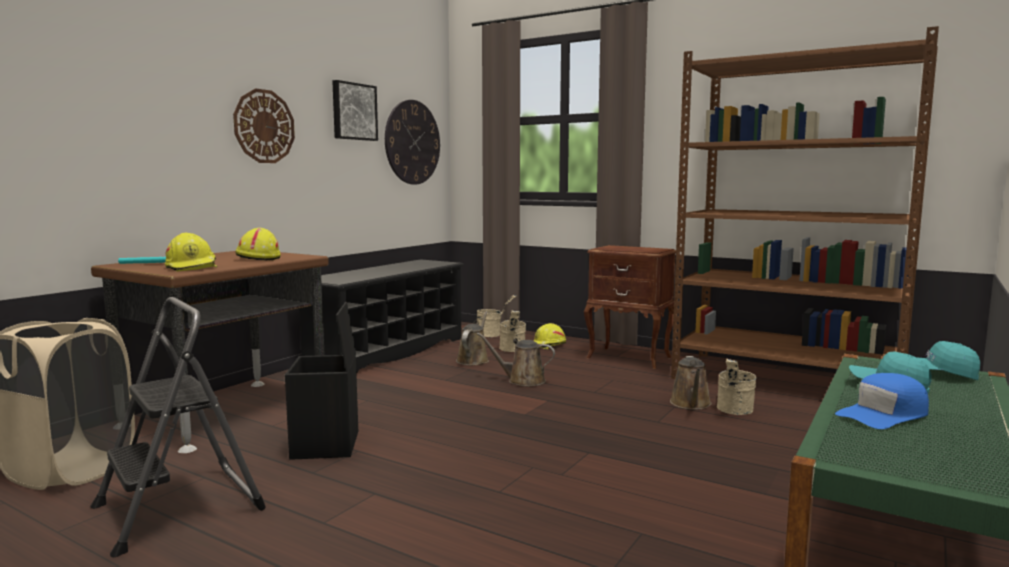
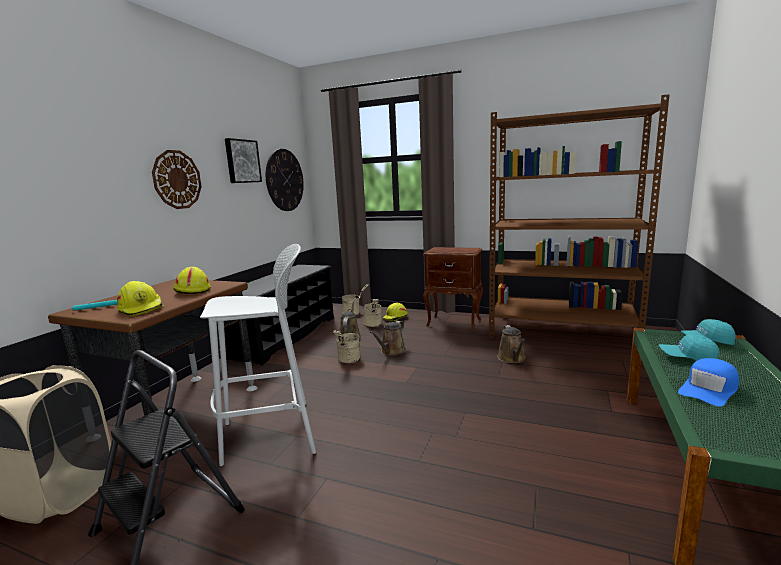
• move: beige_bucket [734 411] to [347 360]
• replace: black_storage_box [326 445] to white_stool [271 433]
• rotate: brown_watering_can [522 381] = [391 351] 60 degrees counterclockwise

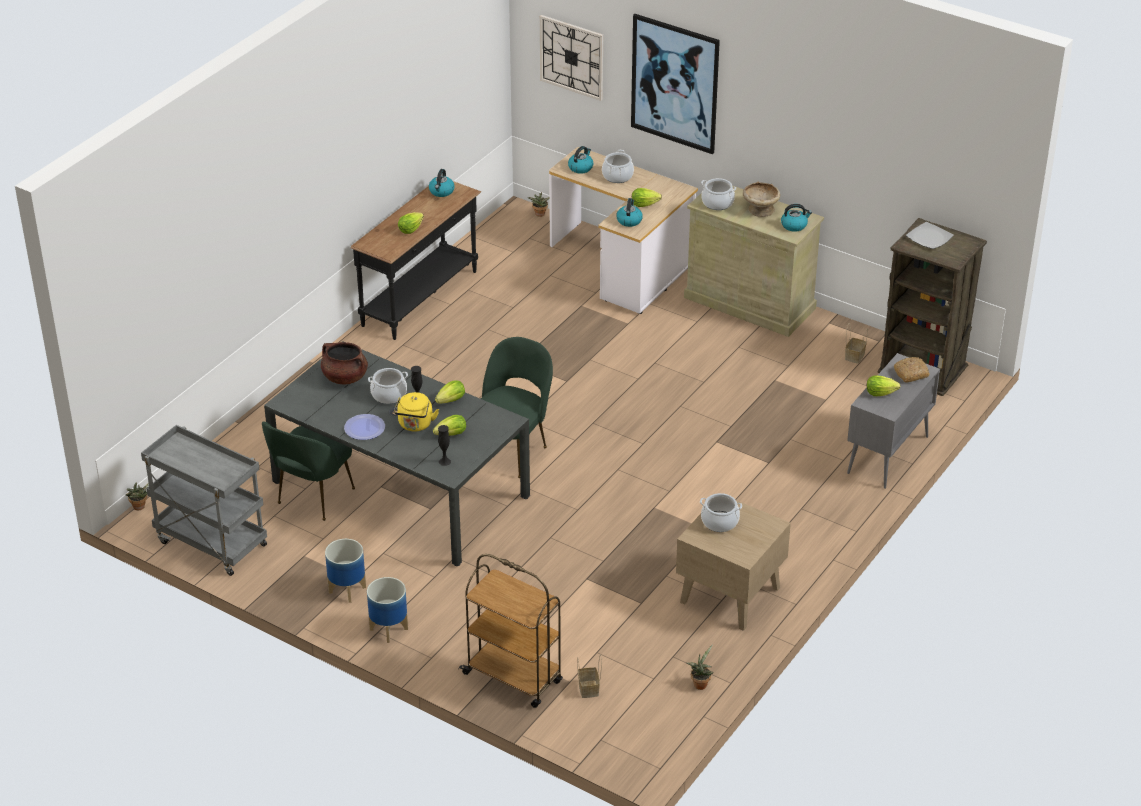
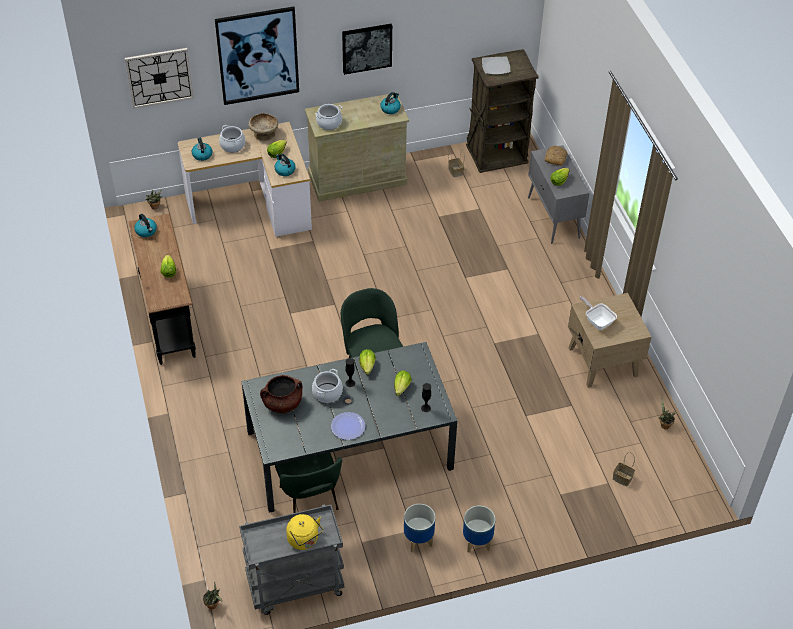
• delete: brown_cart [513 679]
• insert: picture [366 48]
• move: yellow_kettle [415 425] to [304 540]
• move: beige_bowl [760 210] to [264 134]
• replace: cooking_pot [719 521] to frying_pan [597 321]

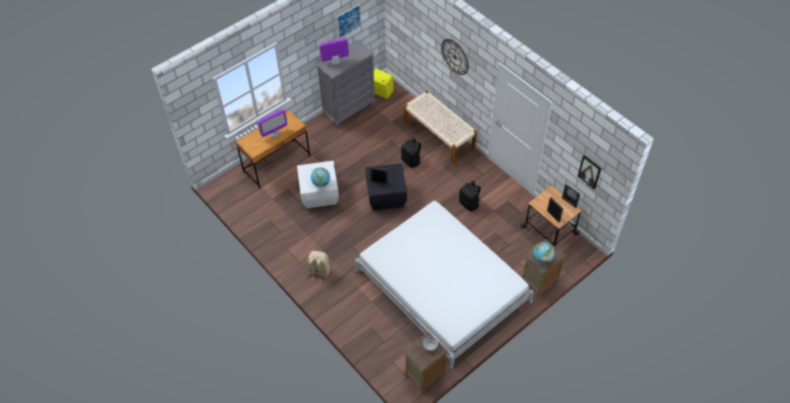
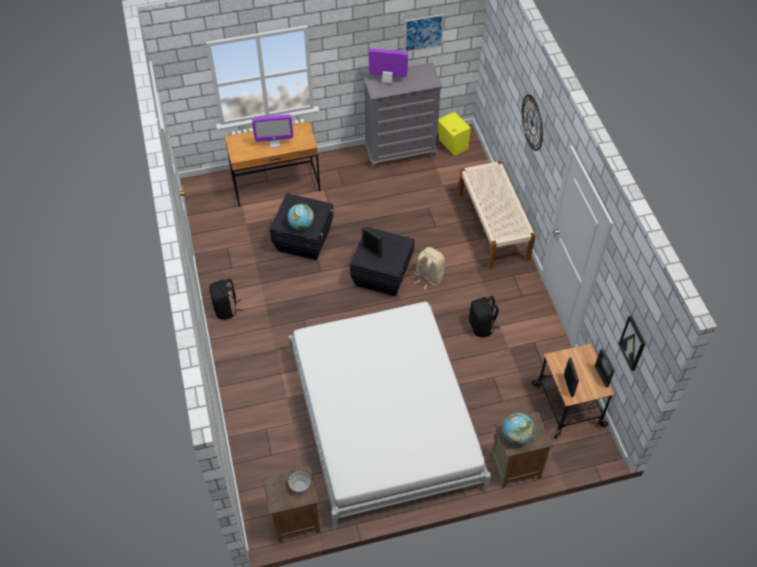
• move: beige_backpack [318 272] to [428 277]
• move: black_backpack [411 161] to [226 309]
• recolor: white_storage_box [320 194] to black_storage_box [304 240]

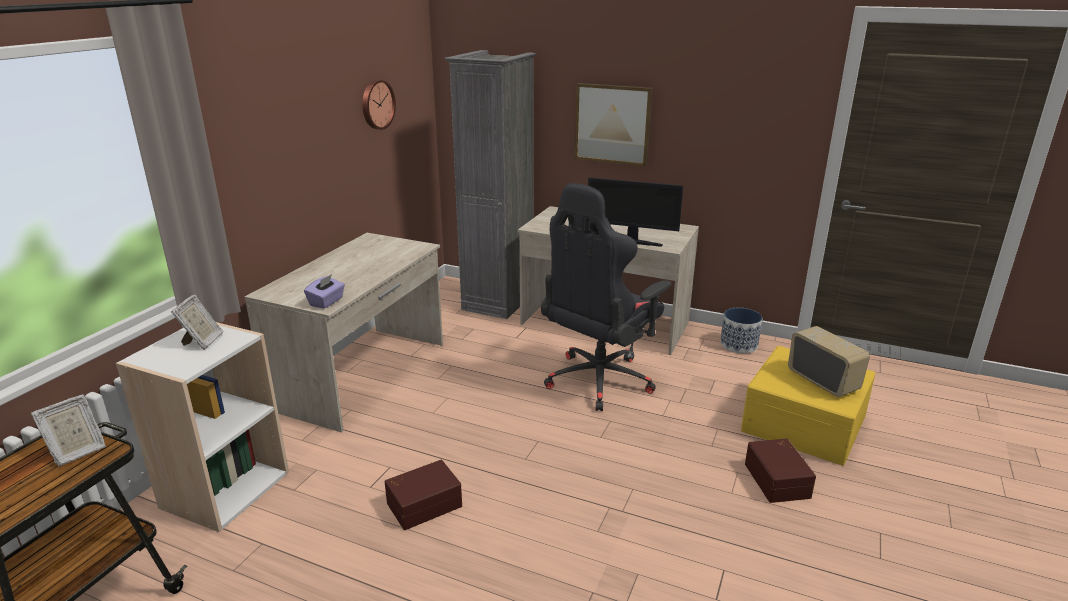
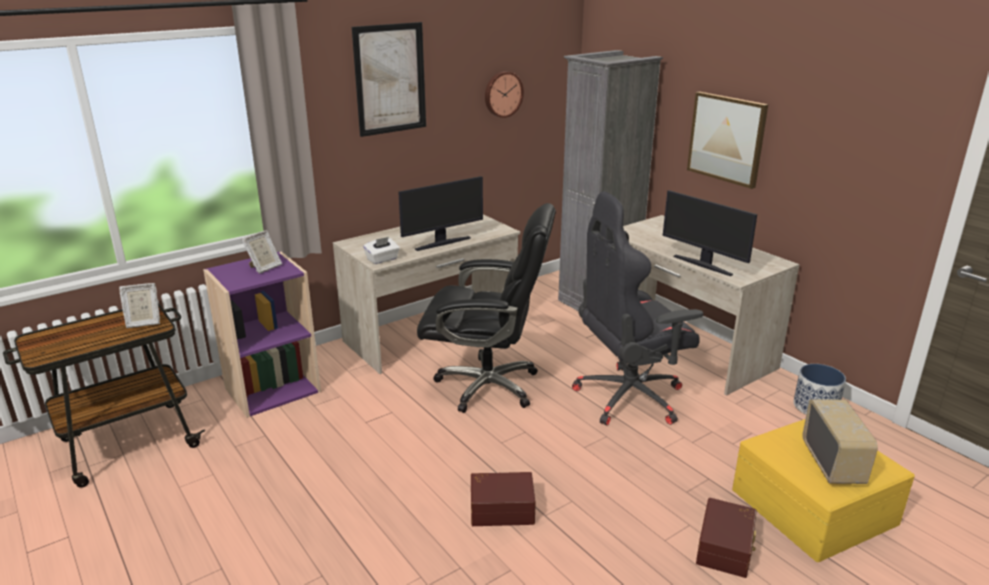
• insert: picture [390 79]
• insert: monitor [442 243]
• insert: black_office_chair [485 385]
• move: brown_storage_box [423 504] to [501 508]
• recolor: white_bookcase [226 488] to purple_bookcase [273 389]
• recolor: purple_tissue_box [327 302] to white_tissue_box [382 259]

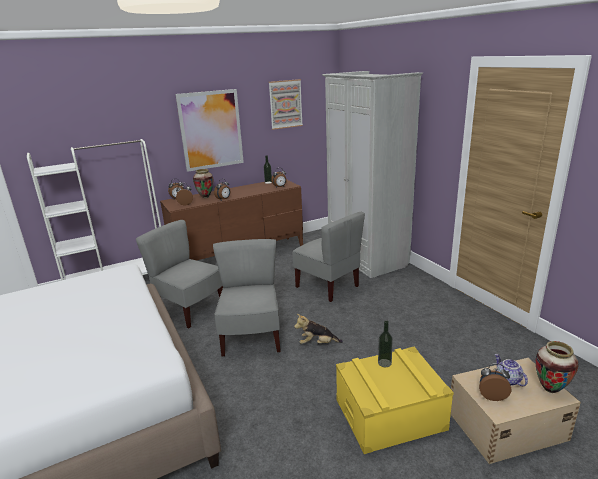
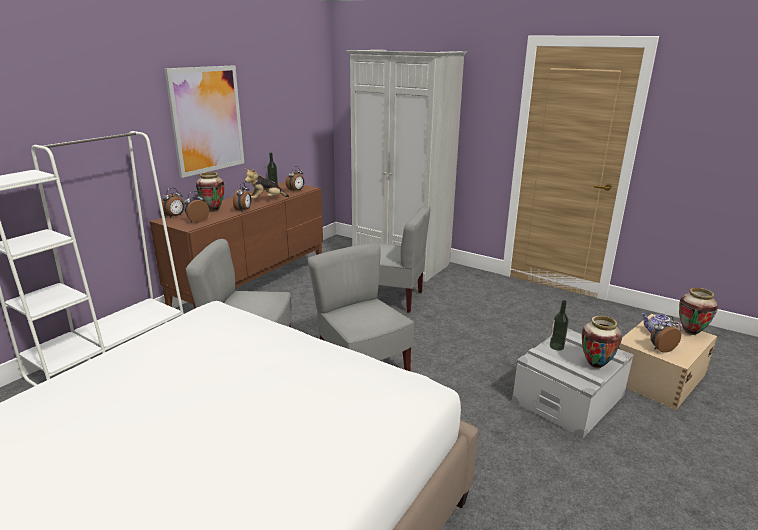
• delete: picture [285 104]
• insert: vase [595 365]
• move: plush_toy [317 343] to [266 200]
• recolor: yellow_storage_box [390 414] to grey_storage_box [568 398]

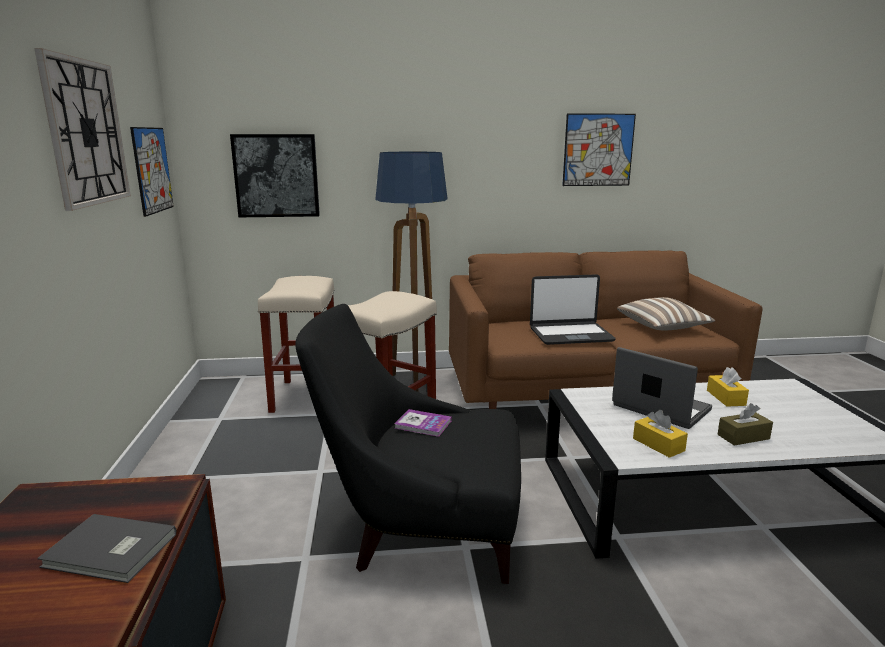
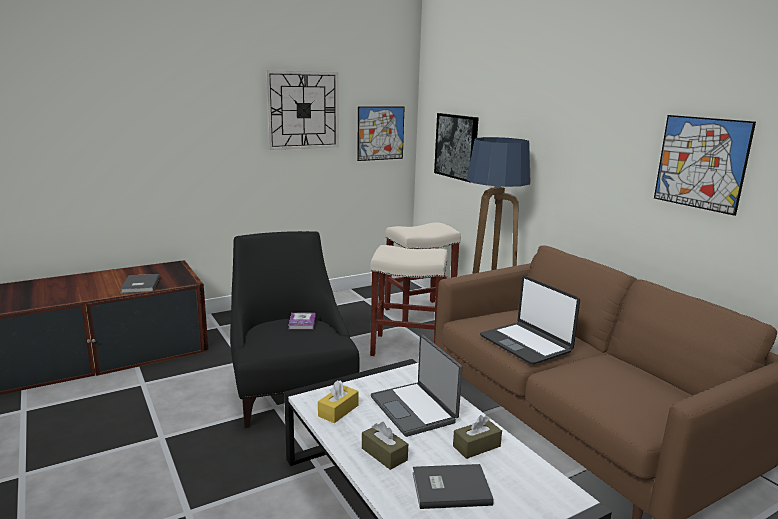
• delete: pillow [663 327]
• insert: grey_book [449 487]
• recolor: yellow_tissue_box [725 398] to brown_tissue_box [476 446]
• rotate: laptop [660 408] = [414 409] 135 degrees clockwise

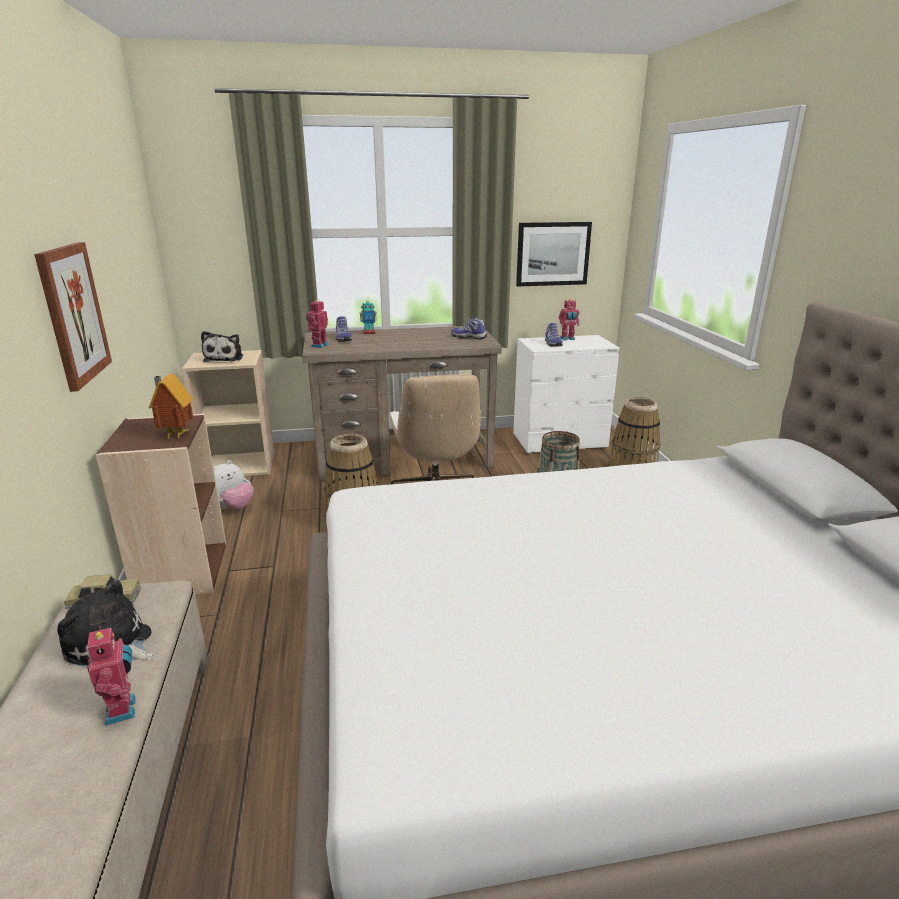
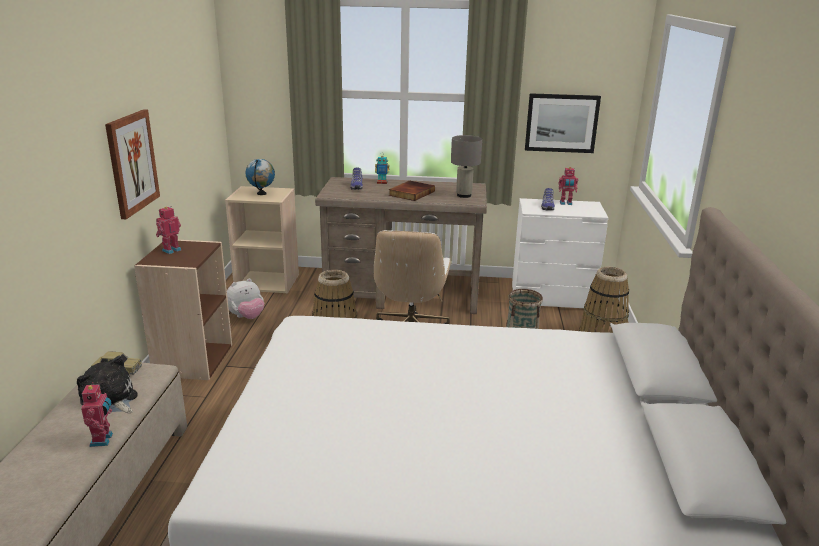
• delete: toy_house [175 435]
• insert: book [411 193]
• move: toy_robot [319 345] to [171 250]
• replace: plush_toy [225 358] to globe [261 194]
• replace: shoe [469 337] to grey_table_lamp [464 195]

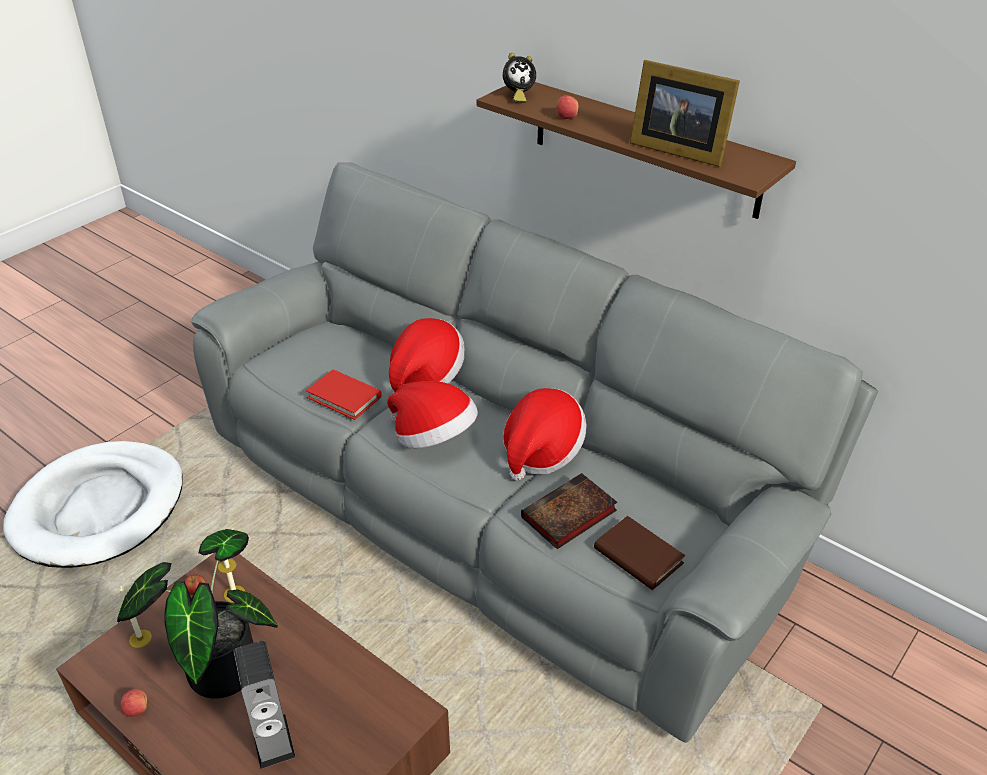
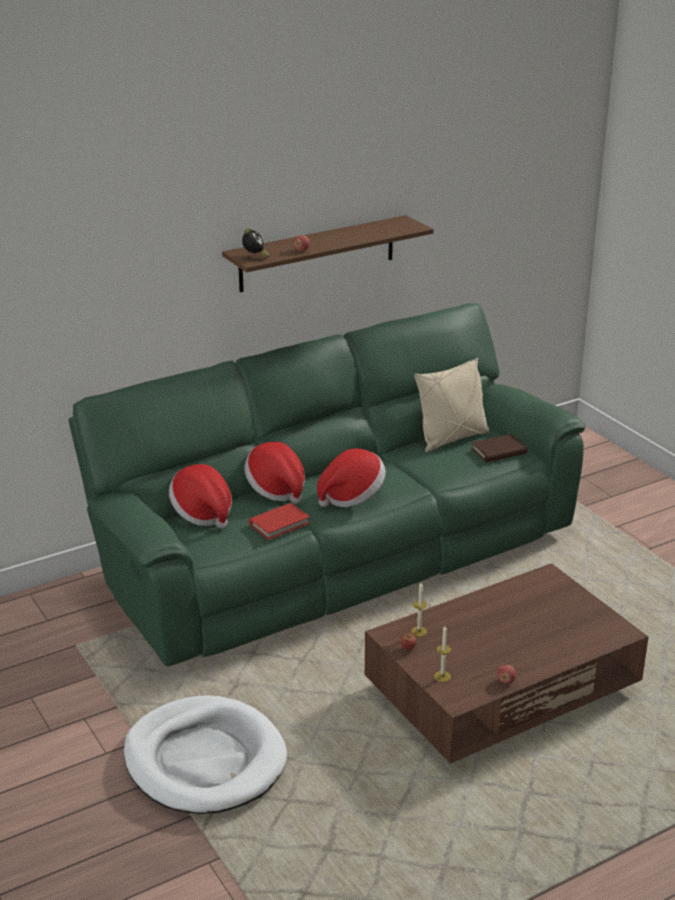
• delete: potted_plant [217 665]
• delete: speaker [273 740]
• delete: book [568 516]
• delete: picture_frame [676 149]
• insert: beige_pillow [452 438]
• move: hat [541 451] to [202 513]
• recolor: grey_sofa [495 509] to green_sofa [338 556]

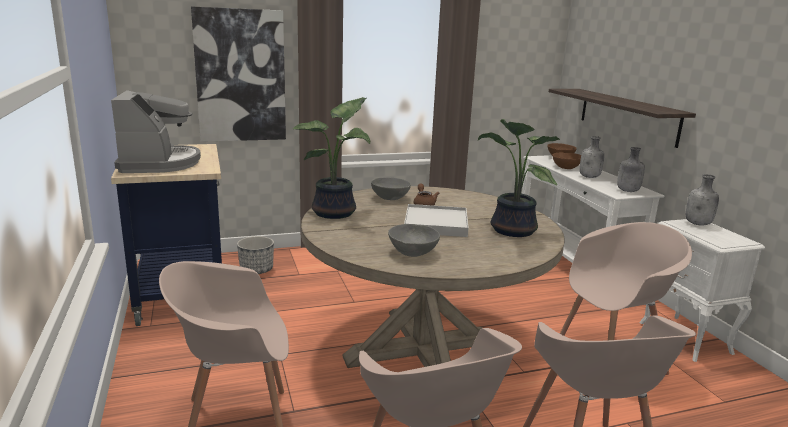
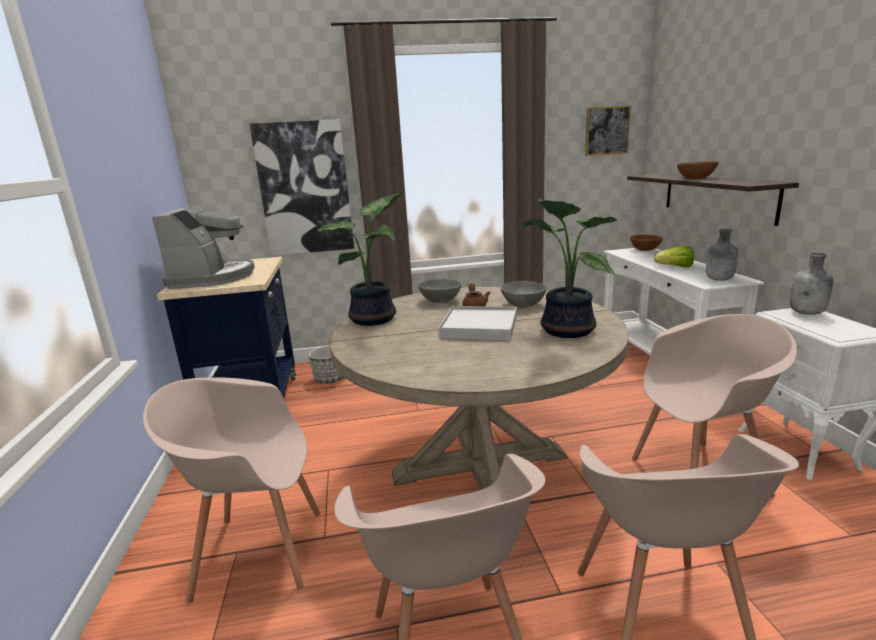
• insert: picture [607 130]
• move: grey_bowl [413 253] to [523 305]
• move: brown_bowl [566 167] to [695 178]
• replace: grey_bottle [589 177] to lettuce [675 267]

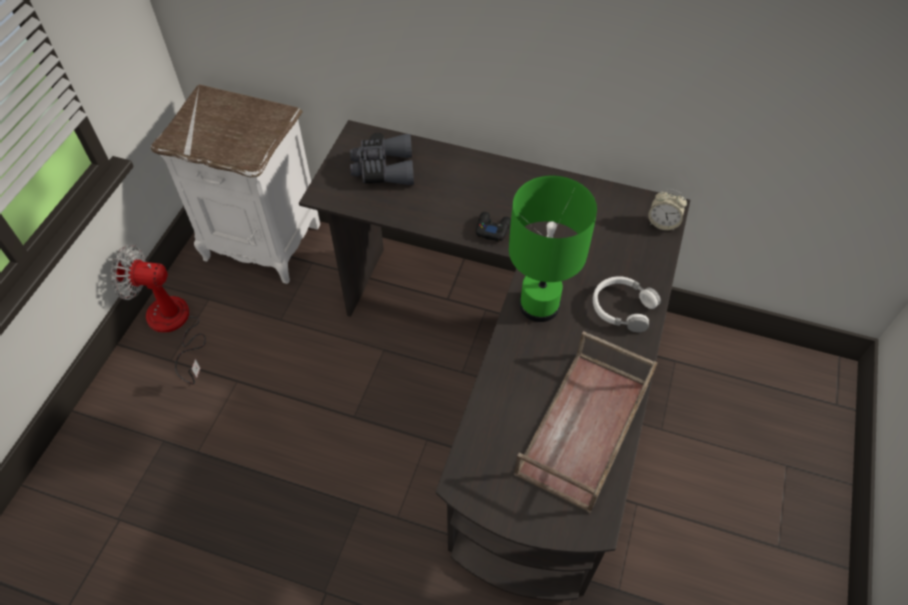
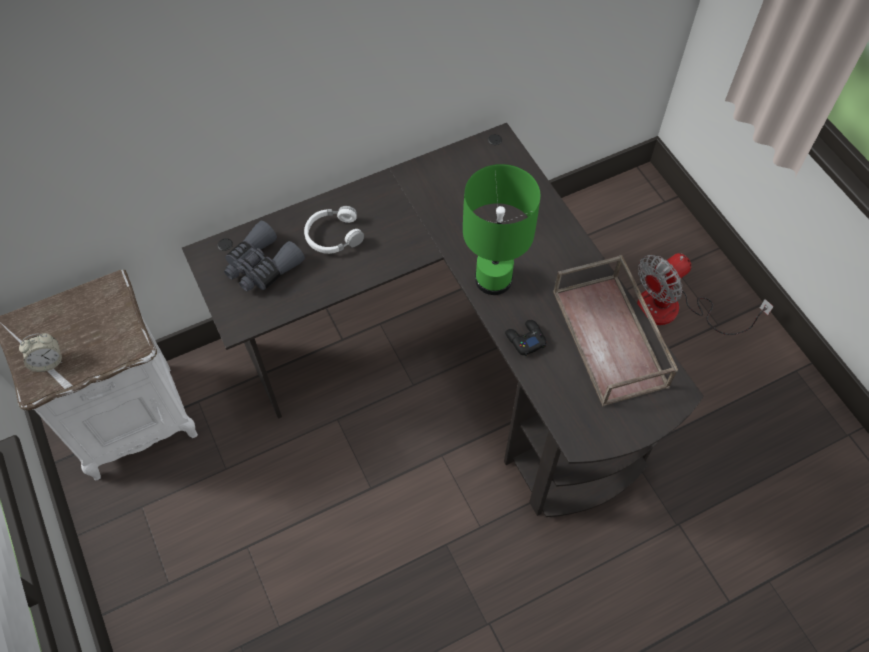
• move: fan [173 327] to [674 311]
• move: black_game_controller [492 228] to [525 339]
• move: white_headphones [622 308] to [333 235]
• move: alarm_clock [663 223] to [48 362]

